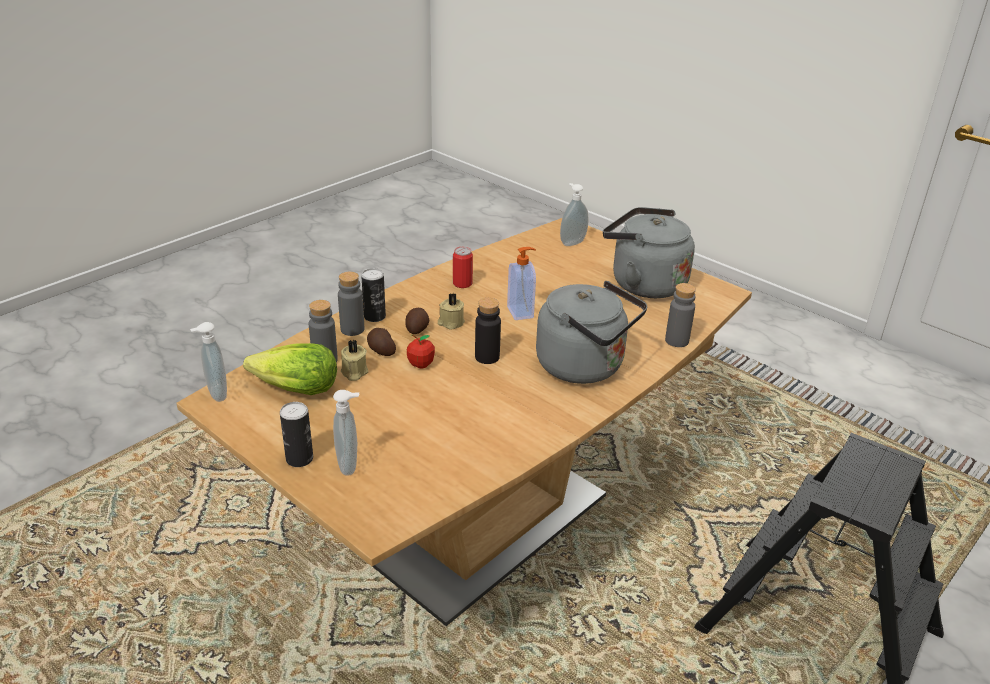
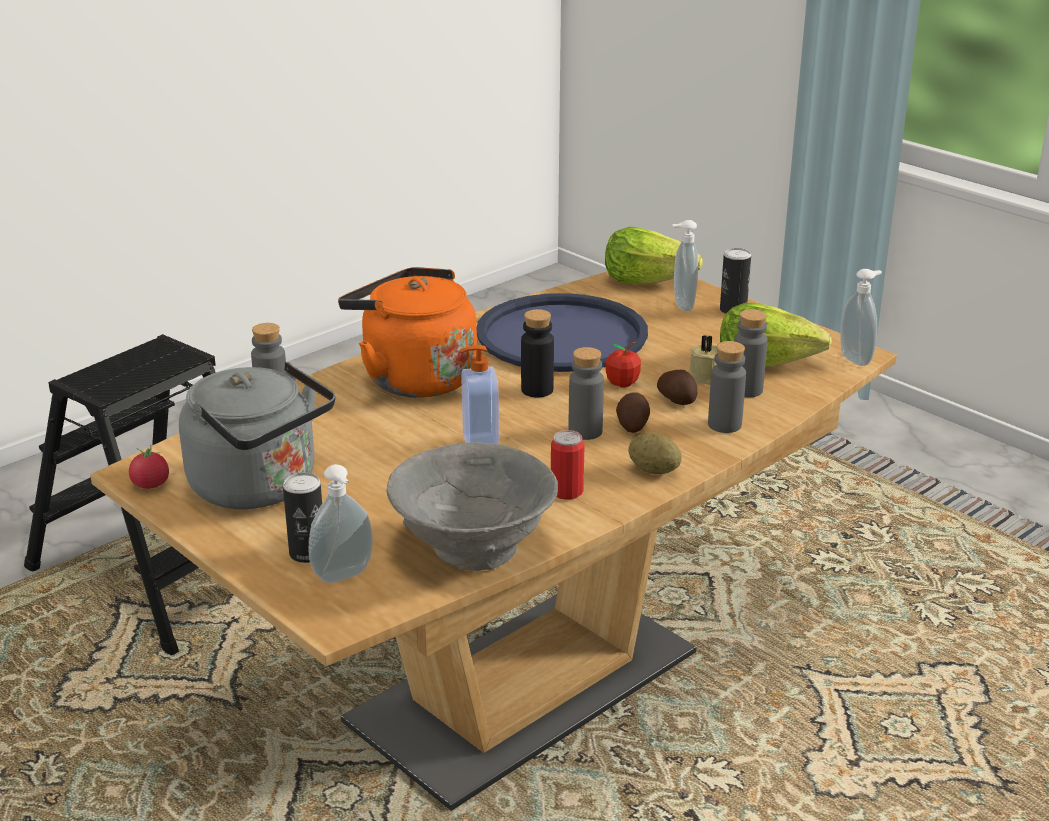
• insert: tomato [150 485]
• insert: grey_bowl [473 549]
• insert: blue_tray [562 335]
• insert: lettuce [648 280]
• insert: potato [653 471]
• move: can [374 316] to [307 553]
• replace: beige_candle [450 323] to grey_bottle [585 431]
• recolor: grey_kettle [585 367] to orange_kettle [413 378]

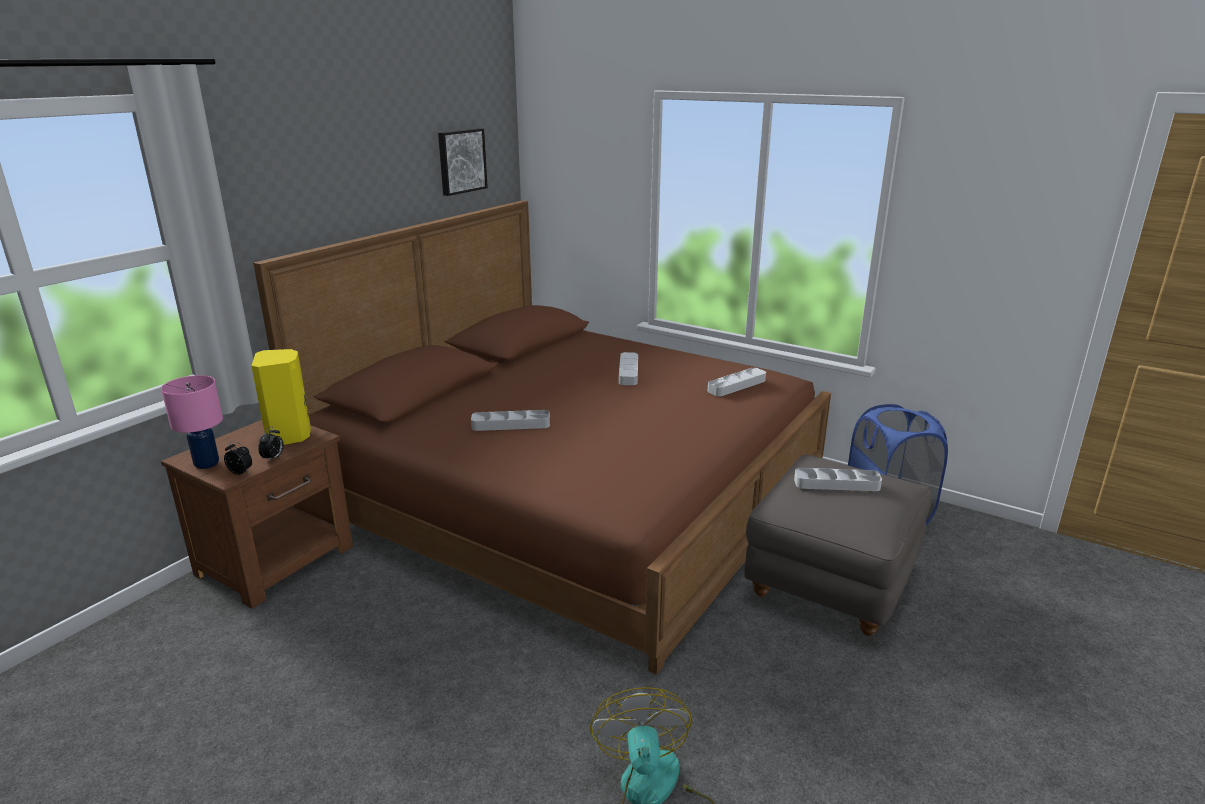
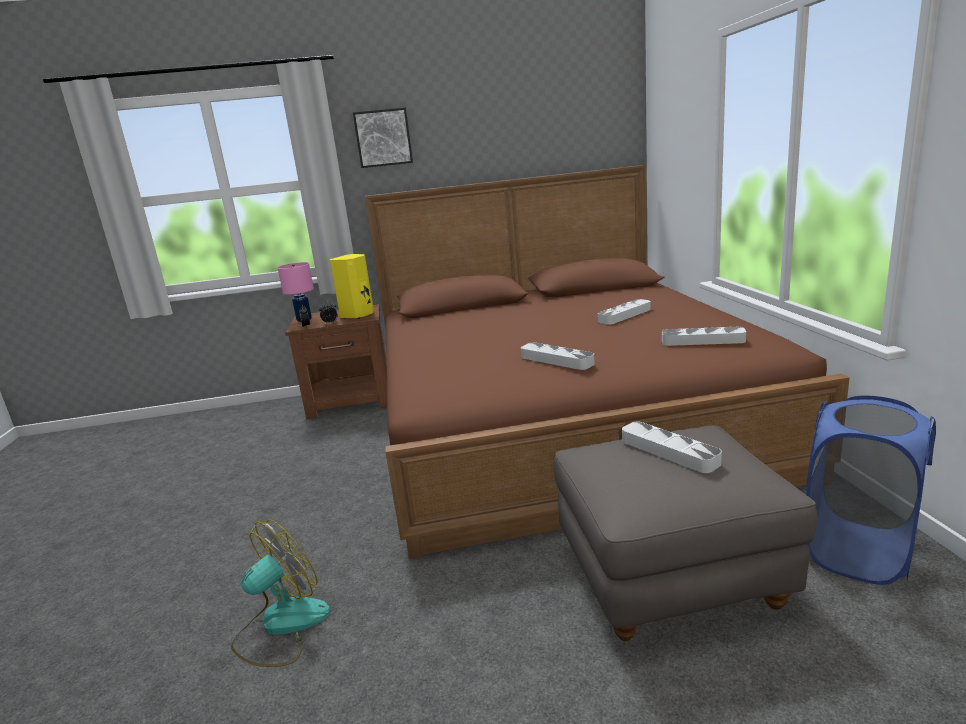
• move: picture [461 161] to [383 138]
• move: grey_tray [511 424] to [556 360]

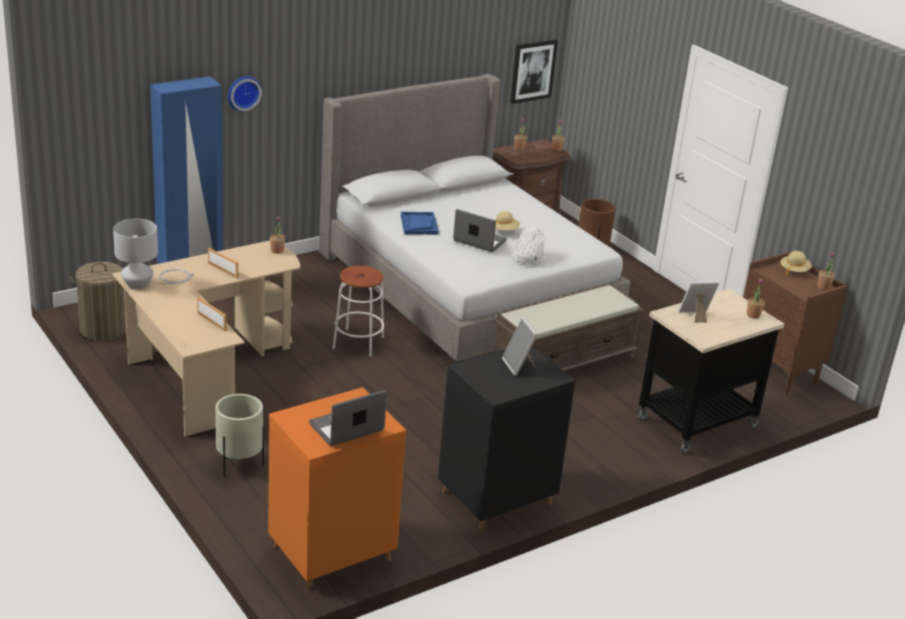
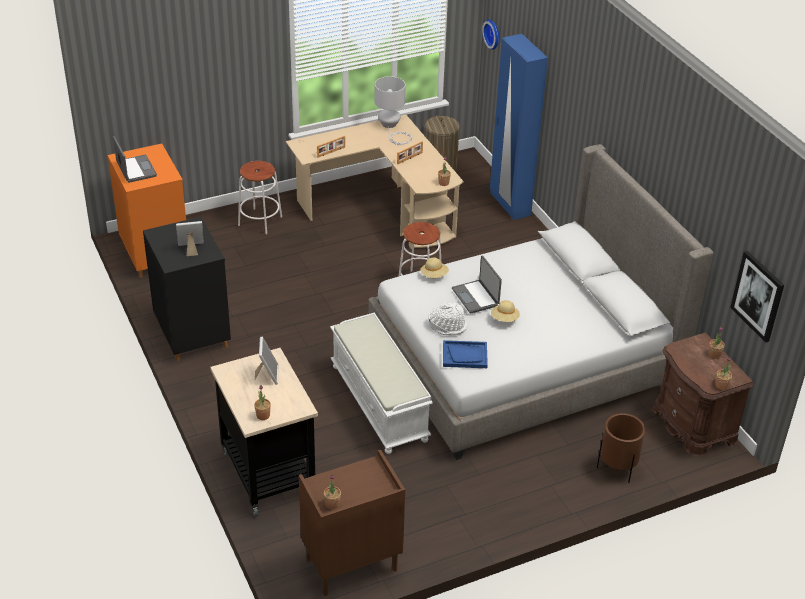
• move: wall_clock [243 92] to [493 34]
• move: blue_tray [419 224] to [465 355]
• move: beige_hat [794 270] to [434 275]
• replace: beige_planter [239 464] to white_stool [260 221]
• recolor: brown_bench [563 362] to white_bench [380 403]
• rotate: laptop [479 241] = [476 297] 120 degrees clockwise

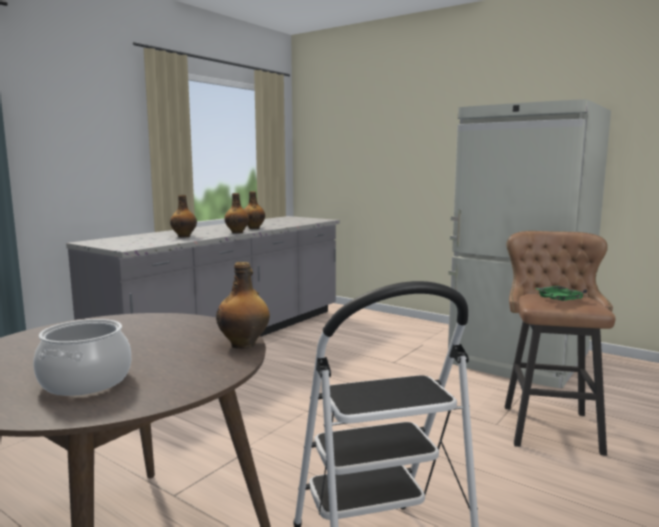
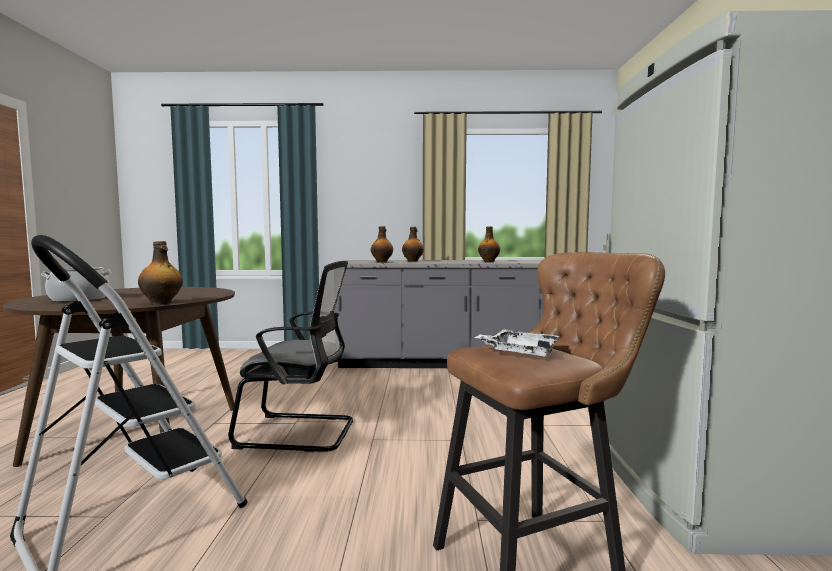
• insert: chair [300 433]
• move: bottle [237 232] to [382 262]
• recolor: green_tray [558 299] to white_tray [520 352]

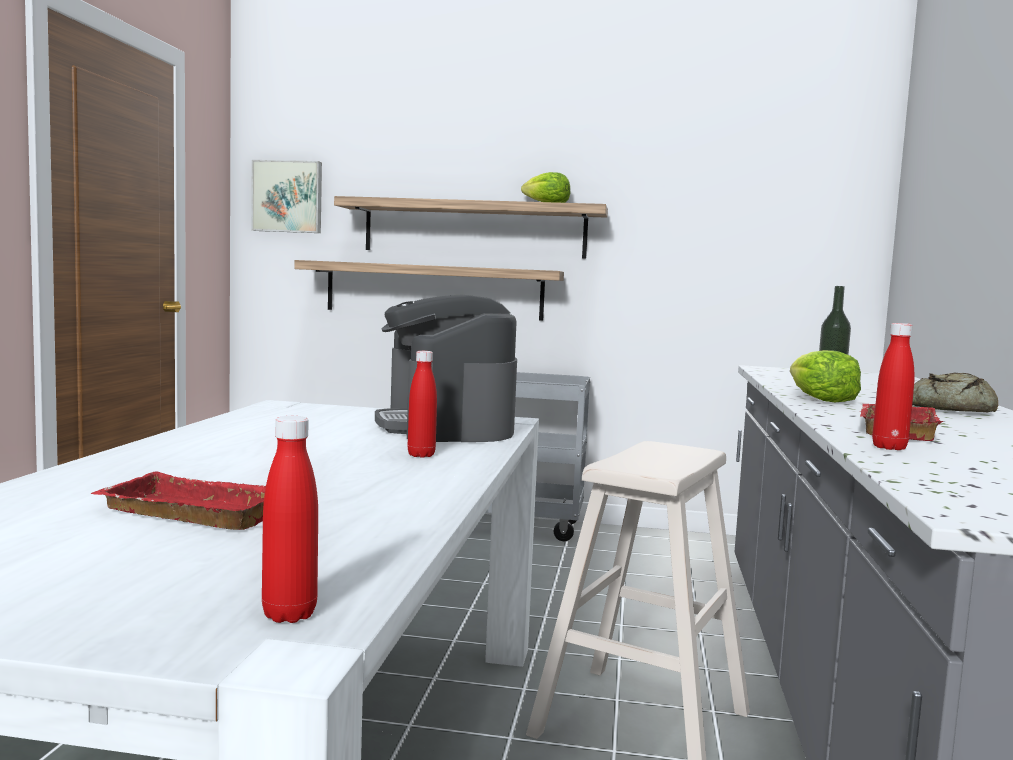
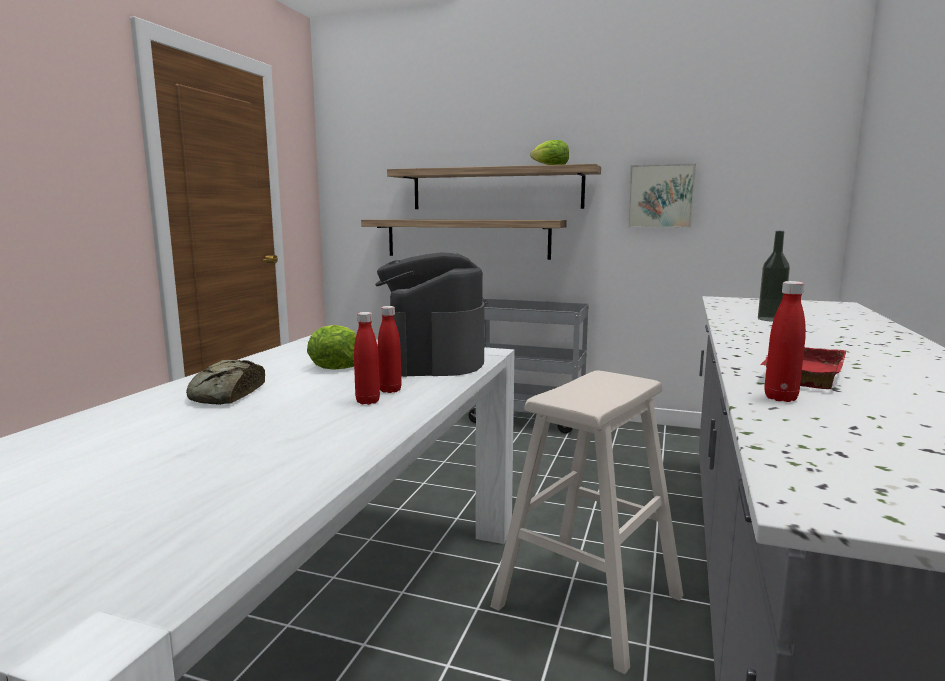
• delete: red_tray [190 513]
• move: picture [288 197] to [661 196]
• move: red_bottle [289 614] to [367 401]
• move: lettuce [820 399] to [335 365]
• move: bread [946 408] to [226 395]

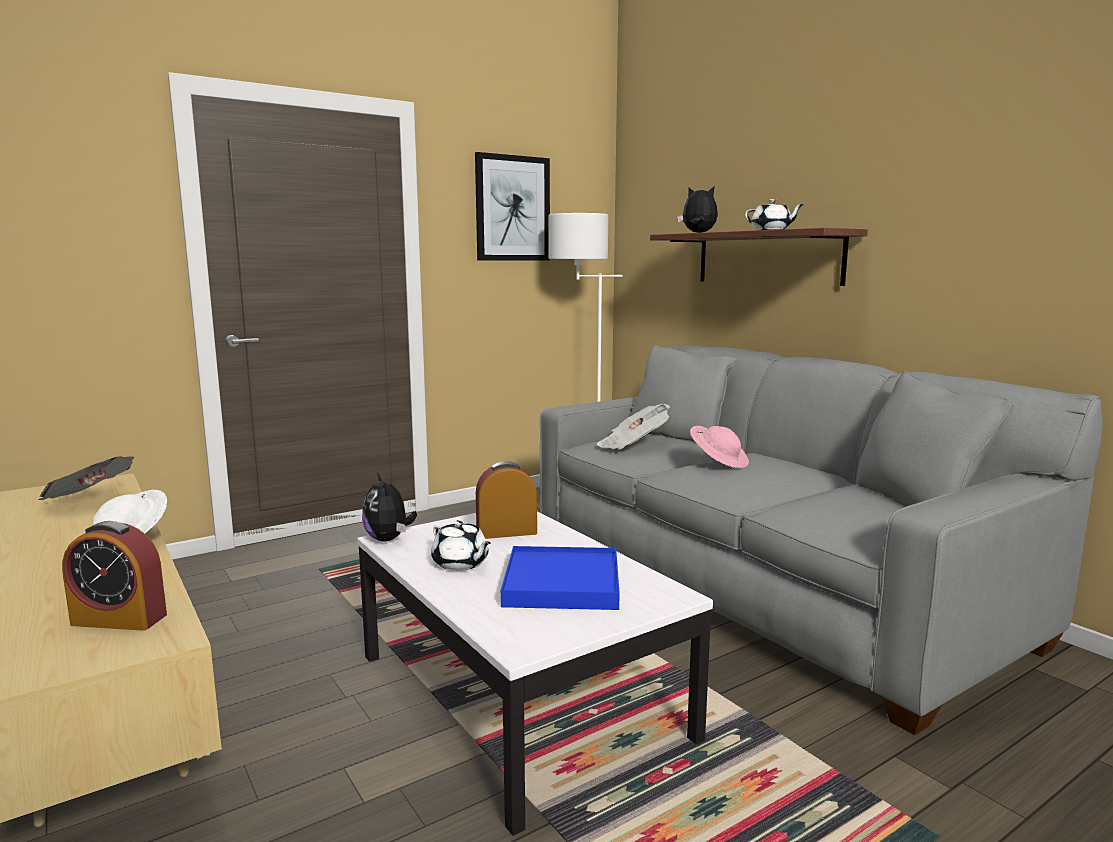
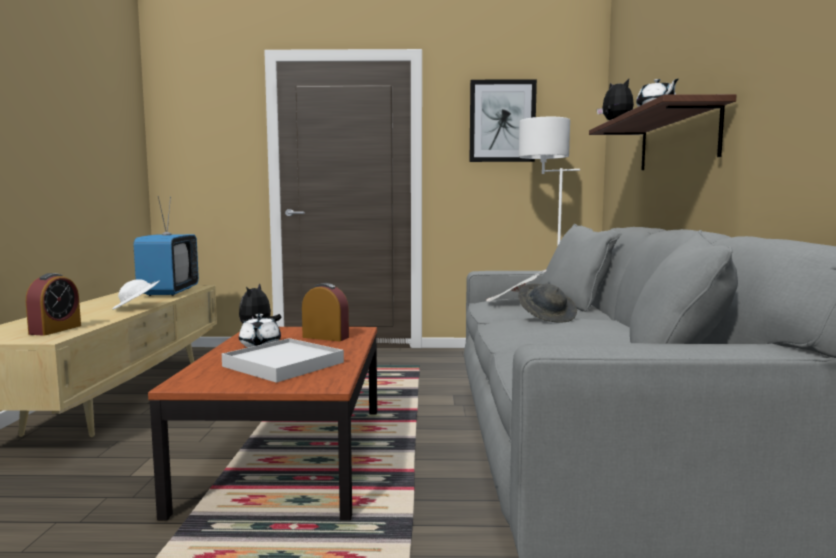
• replace: newspaper [90 501] to television [169 292]
• recolor: white_coffee_table [520 695] to brown_coffee_table [290 455]
• recolor: blue_tray [561 583] to white_tray [283 364]
• recolor: pink_hat [718 462] to grey_hat [547 317]
• rotate: alarm_clock [119 619] = [55 330] 120 degrees counterclockwise

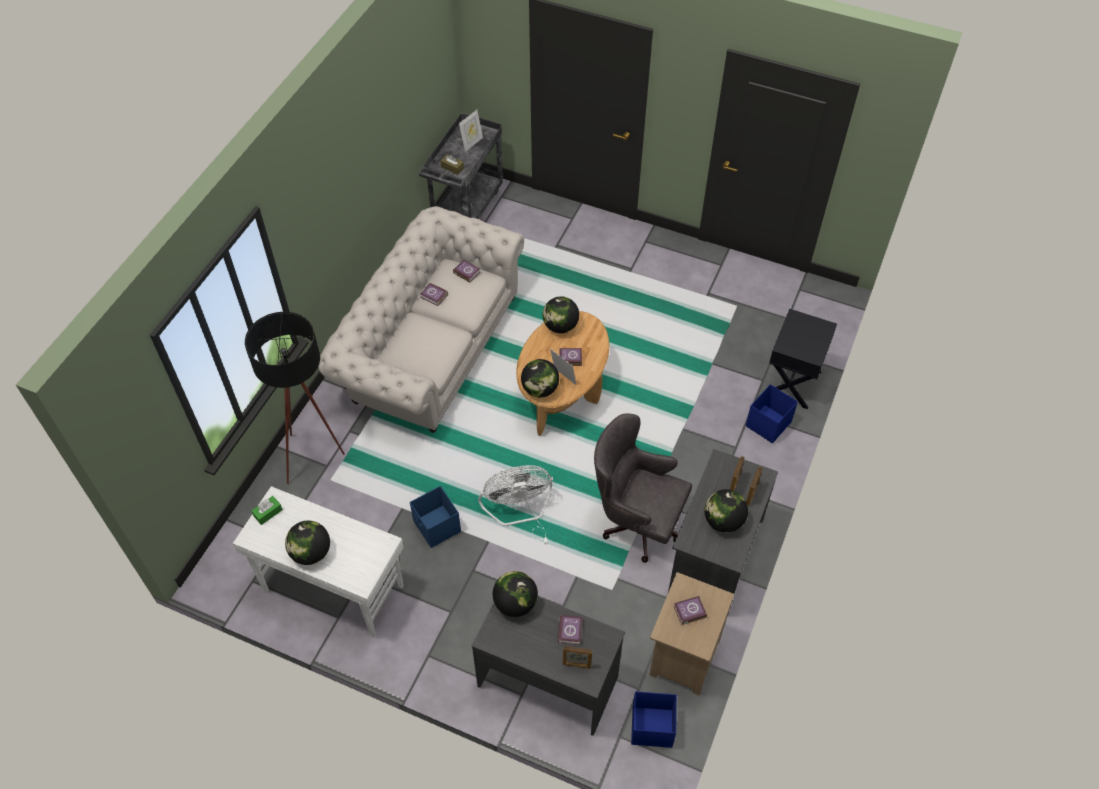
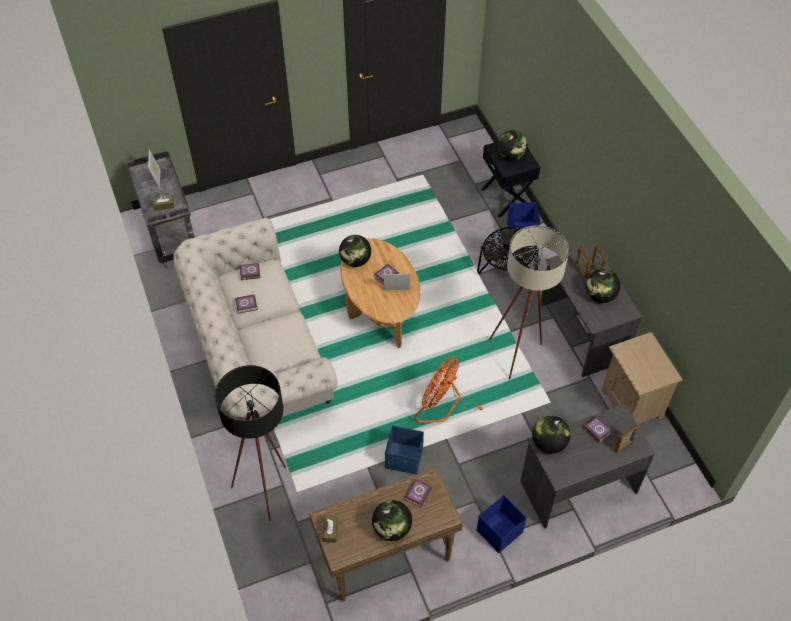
• insert: black_fan [504 266]
• move: globe [540 389] to [510 156]
• move: blue_storage_box [651 727] to [498 531]
• move: book [688 611] to [417 494]
• replace: grey_office_chair [636 525] to beige_floor_lamp [519 352]
• recolor: white_console_table [332 588] to brown_console_table [385 557]
• recolor: green_tissue_box [268 513] to brown_tissue_box [330 531]
• recolor: white_fan [522 513] to orange_fan [445 404]

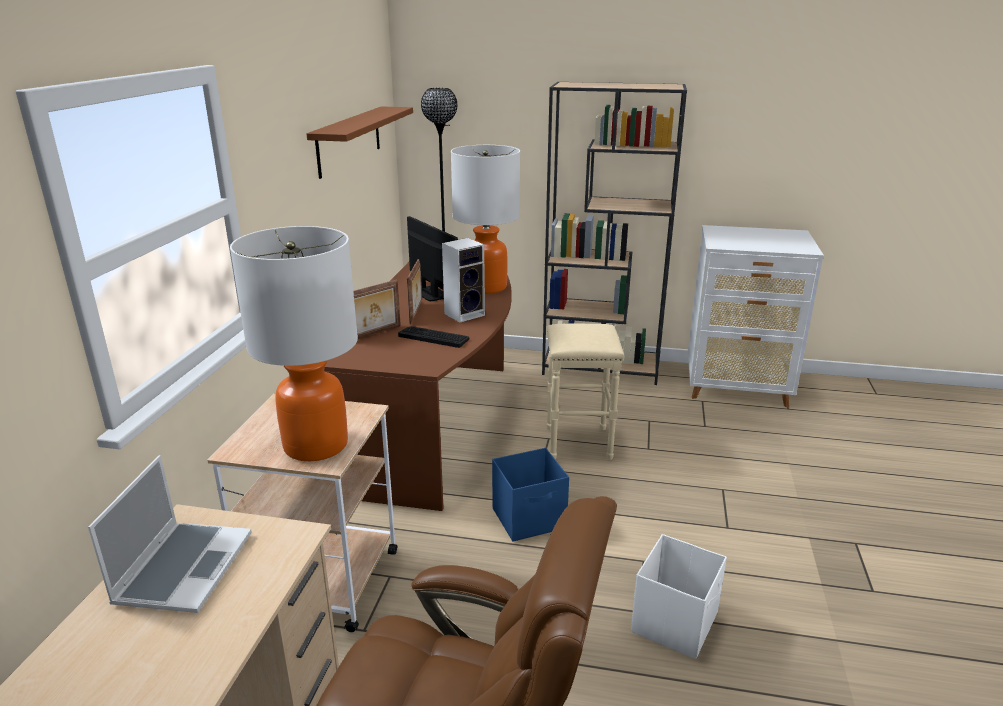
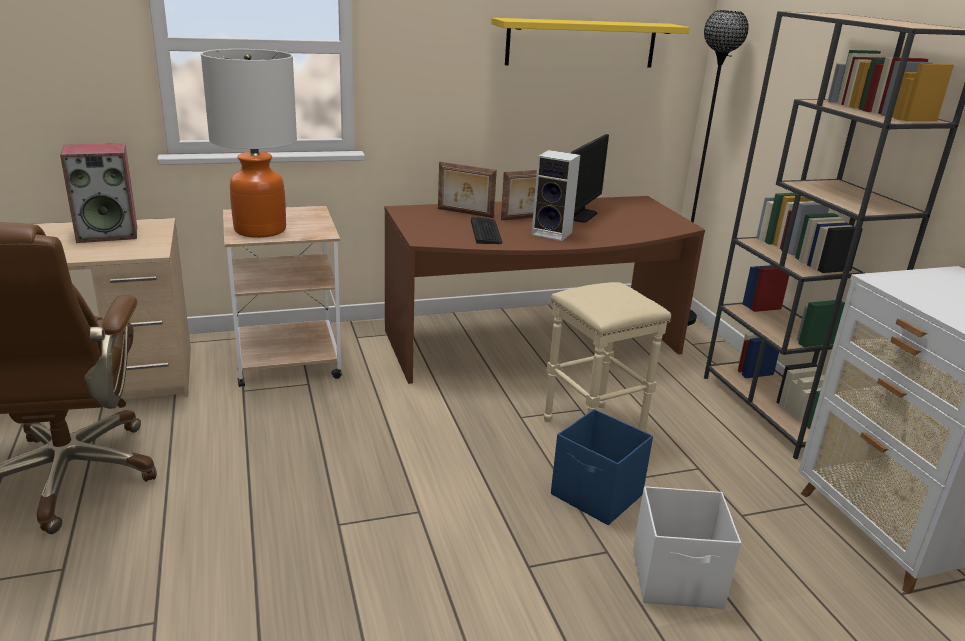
• delete: table_lamp [486 287]
• move: blue_storage_box [530 519] to [597 496]
• move: white_storage_box [675 622] to [678 579]
• replace: laptop [184 567] to speaker [108 233]
• recolor: brown_shelf [349 140] to yellow_shelf [582 43]

